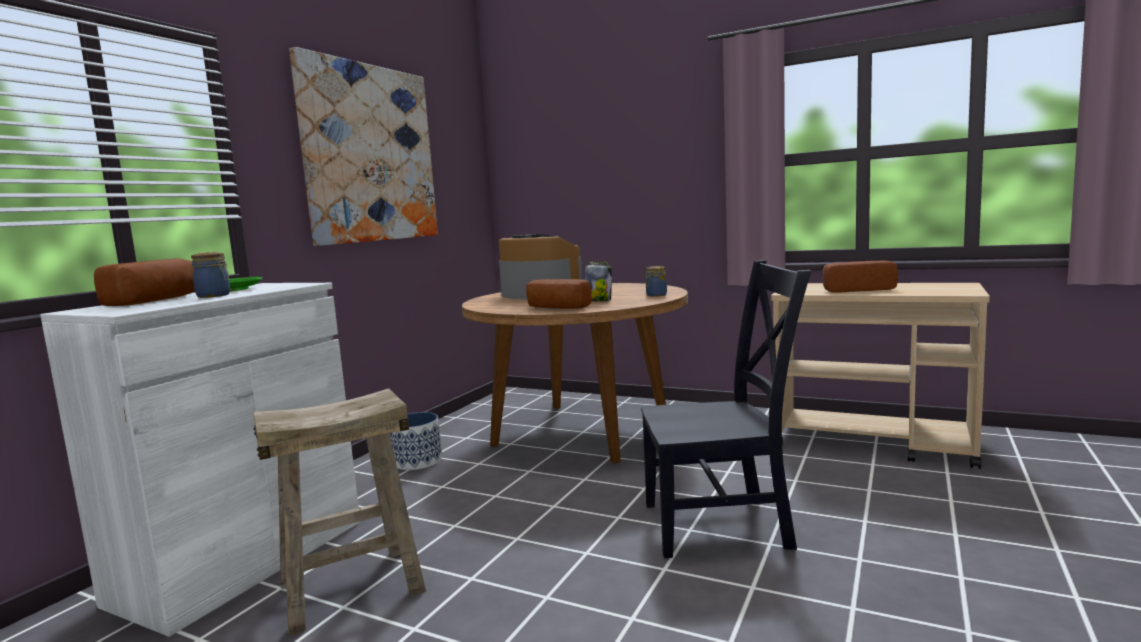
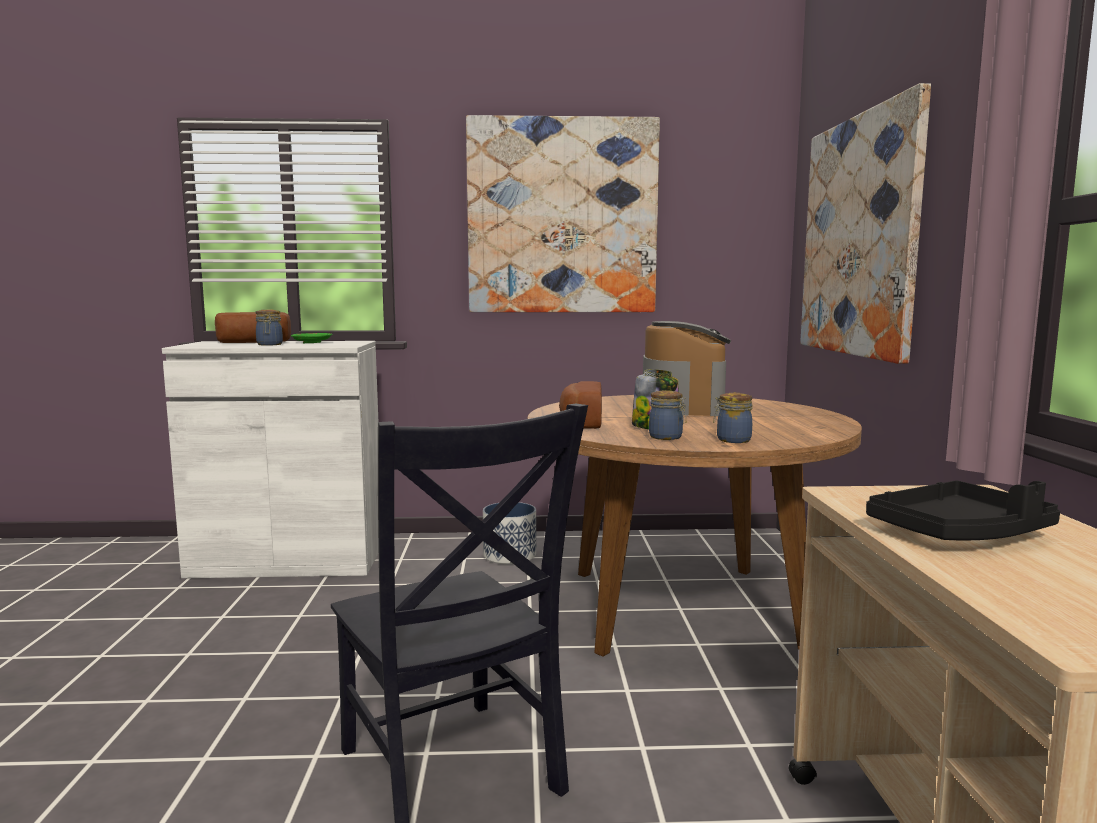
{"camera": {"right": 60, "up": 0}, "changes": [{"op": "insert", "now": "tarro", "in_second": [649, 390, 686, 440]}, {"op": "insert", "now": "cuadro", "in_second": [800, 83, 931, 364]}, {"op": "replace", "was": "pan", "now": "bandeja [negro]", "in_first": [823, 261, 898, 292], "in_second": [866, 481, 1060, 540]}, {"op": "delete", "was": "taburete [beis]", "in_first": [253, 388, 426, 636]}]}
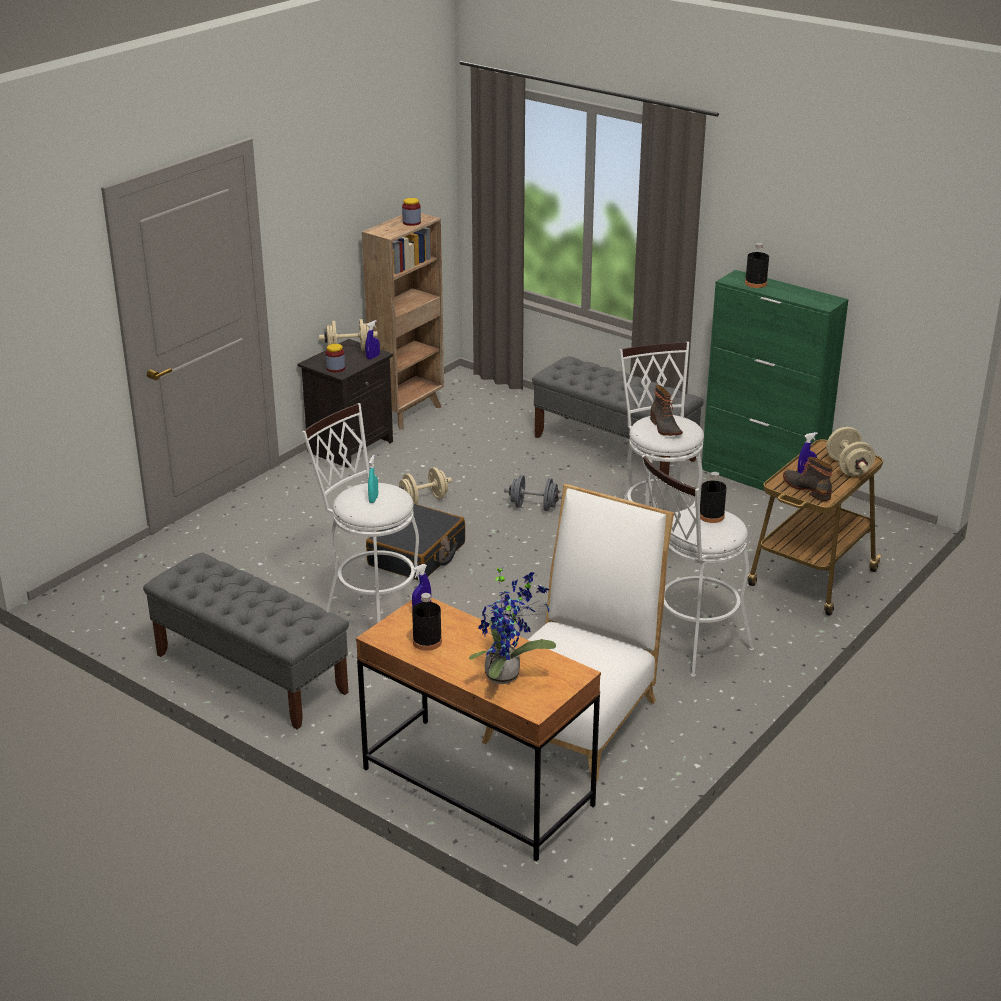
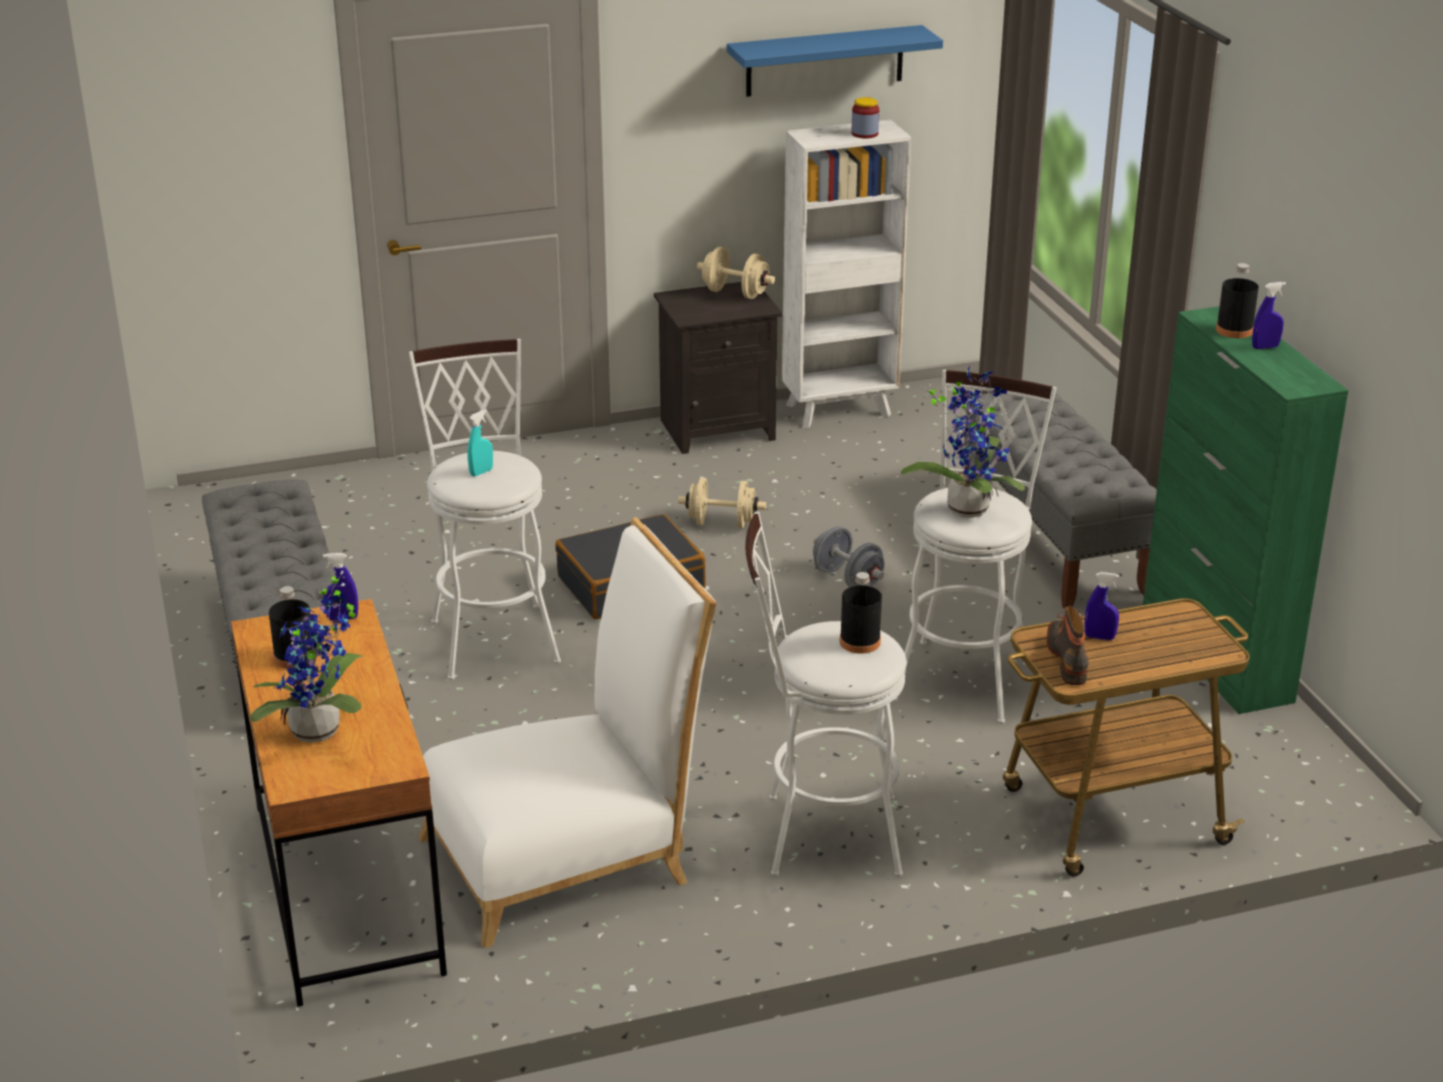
{"camera": {"right": 35, "up": 0}, "changes": [{"op": "insert", "now": "estante [azul]", "in_second": [727, 25, 943, 97]}, {"op": "recolor", "was": "estantería [marrón]", "now": "estantería [blanco]", "in_first": [362, 213, 444, 430], "in_second": [782, 120, 912, 429]}, {"op": "replace", "was": "bota", "now": "planta en maceta", "in_first": [650, 385, 683, 436], "in_second": [901, 366, 1025, 518]}, {"op": "move", "was": "pulverizador [azul]", "in_first": [366, 320, 380, 360], "in_second": [1252, 282, 1286, 349]}, {"op": "delete", "was": "tarro", "in_first": [326, 344, 345, 372]}, {"op": "delete", "was": "mancuerna [beis]", "in_first": [826, 427, 875, 476]}]}
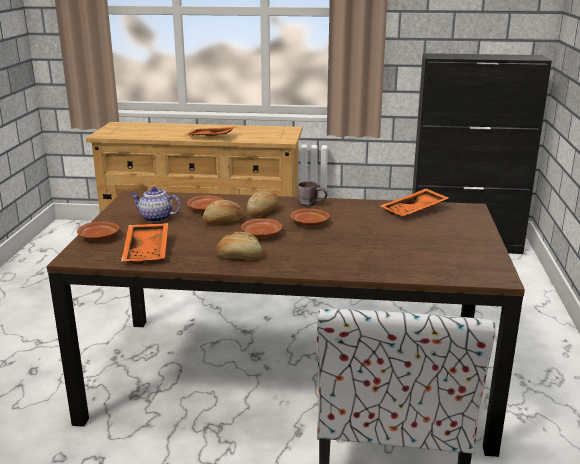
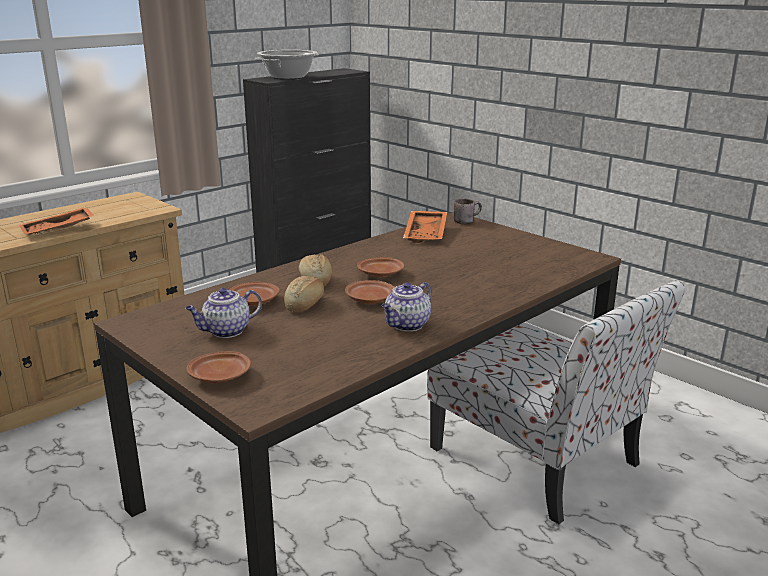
{"camera": {"right": -50, "up": 0}, "changes": [{"op": "insert", "now": "olla", "in_second": [255, 50, 319, 79]}, {"op": "replace", "was": "pan", "now": "tetera", "in_first": [215, 232, 263, 260], "in_second": [382, 282, 432, 331]}, {"op": "move", "was": "taza grande [marrón]", "in_first": [298, 181, 328, 206], "in_second": [454, 198, 482, 224]}, {"op": "delete", "was": "bandeja [naranja]", "in_first": [121, 223, 168, 264]}]}
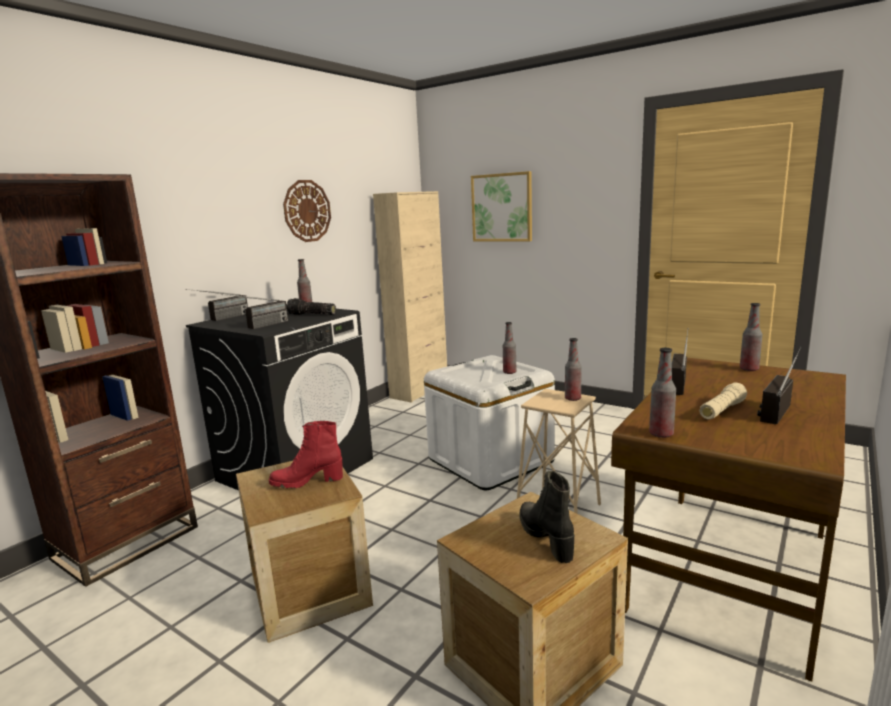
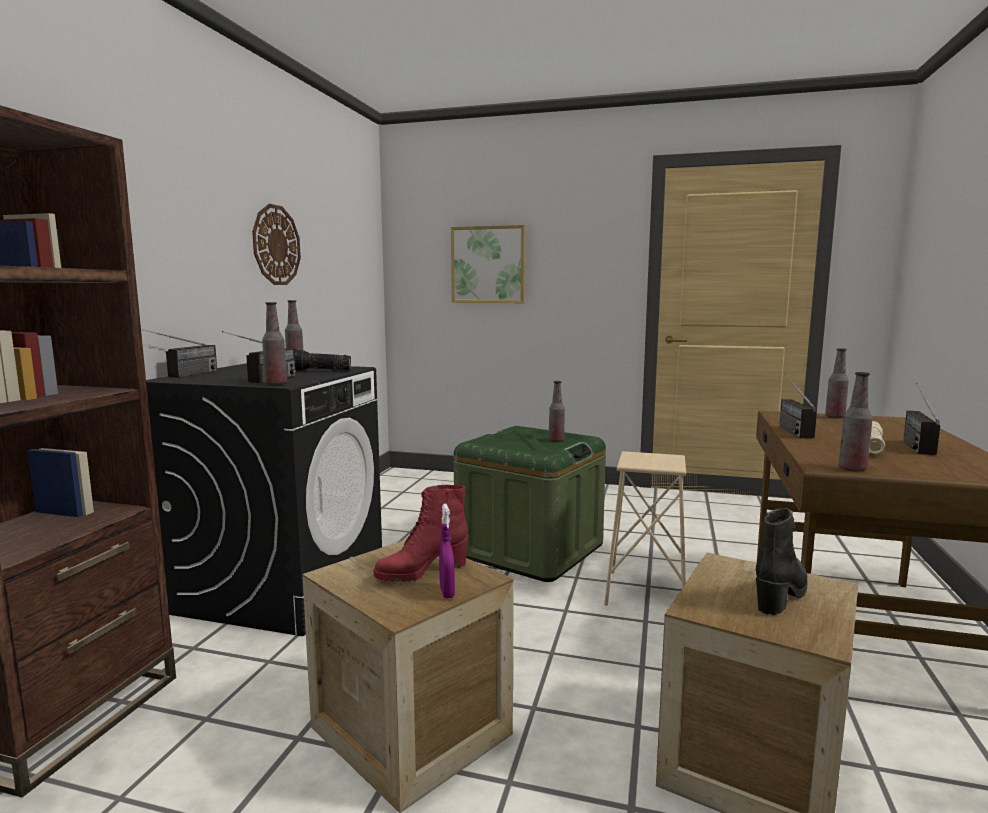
{"camera": {"right": -20, "up": -5}, "changes": [{"op": "move", "was": "botella", "in_first": [565, 338, 581, 401], "in_second": [262, 302, 287, 386]}, {"op": "insert", "now": "pulverizador [morado]", "in_second": [439, 504, 455, 598]}, {"op": "recolor", "was": "caja de almacenaje [blanco]", "now": "caja de almacenaje [verde]", "in_first": [424, 355, 555, 490], "in_second": [454, 426, 606, 582]}, {"op": "rotate", "was": "bota [negro]", "in_first": [520, 471, 574, 563], "in_second": [756, 508, 808, 615], "clockwise": 75}, {"op": "delete", "was": "armario [beis]", "in_first": [373, 191, 447, 403]}]}
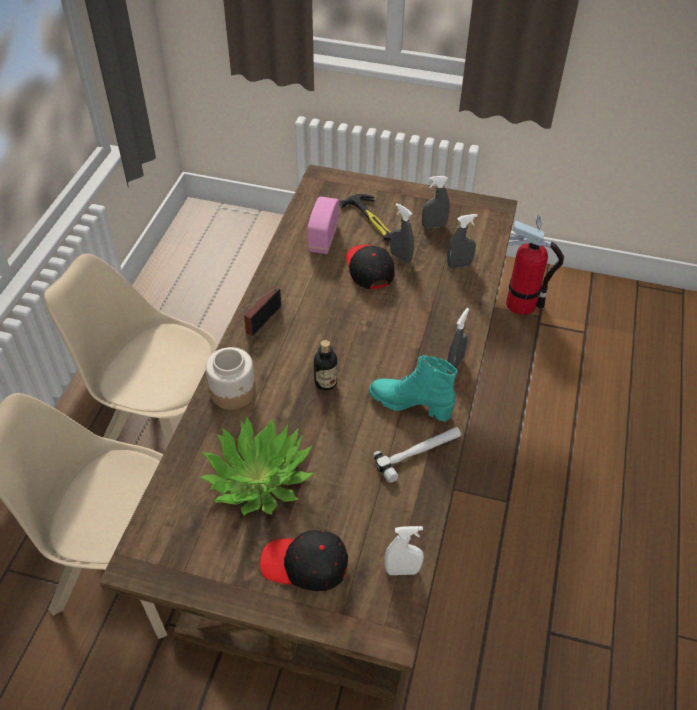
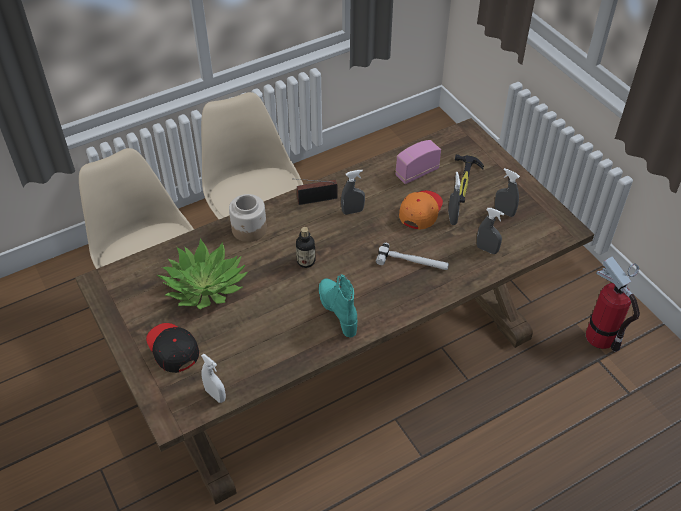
{"camera": {"right": 45, "up": 0}, "changes": [{"op": "move", "was": "pulverizador [gris]", "in_first": [447, 308, 469, 369], "in_second": [341, 170, 365, 215]}, {"op": "move", "was": "martillo", "in_first": [373, 427, 462, 483], "in_second": [376, 242, 449, 270]}, {"op": "recolor", "was": "gorra [negro]", "now": "gorra [naranja]", "in_first": [346, 245, 395, 289], "in_second": [399, 190, 443, 229]}]}
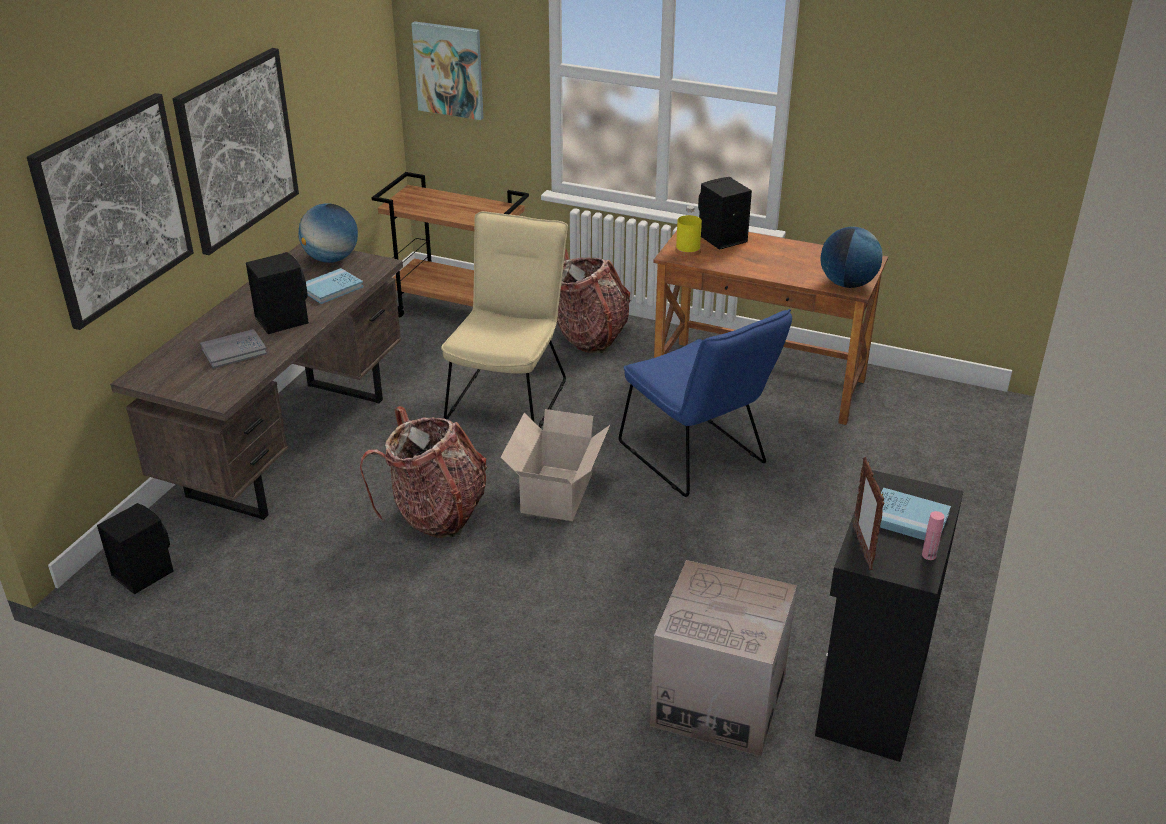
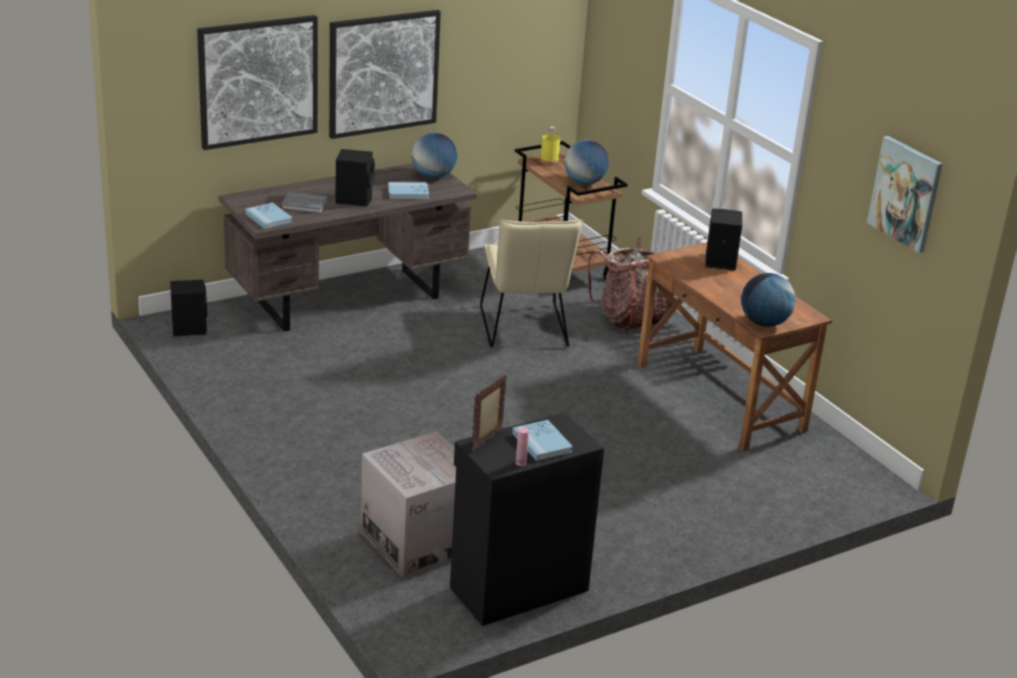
{"camera": {"right": 35, "up": -5}, "changes": [{"op": "insert", "now": "libro [azul]", "in_second": [245, 203, 293, 229]}, {"op": "rotate", "was": "silla [beis]", "in_first": [441, 211, 568, 428], "in_second": [480, 220, 583, 347], "clockwise": 120}, {"op": "move", "was": "botella [amarillo]", "in_first": [676, 205, 702, 257], "in_second": [540, 126, 560, 165]}, {"op": "insert", "now": "globo terráqueo", "in_second": [563, 140, 609, 185]}, {"op": "move", "was": "cuadro", "in_first": [411, 21, 484, 120], "in_second": [867, 136, 942, 253]}, {"op": "delete", "was": "mochila", "in_first": [360, 406, 487, 538]}, {"op": "delete", "was": "caja de cartón", "in_first": [500, 409, 610, 521]}, {"op": "delete", "was": "silla [azul]", "in_first": [619, 309, 792, 497]}]}
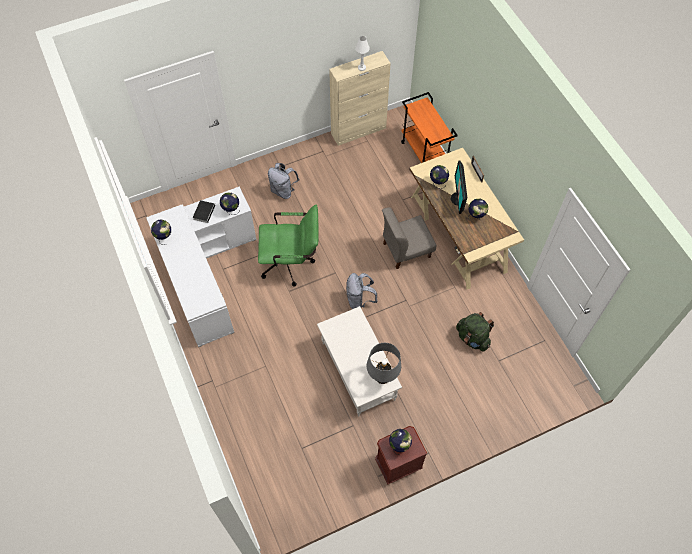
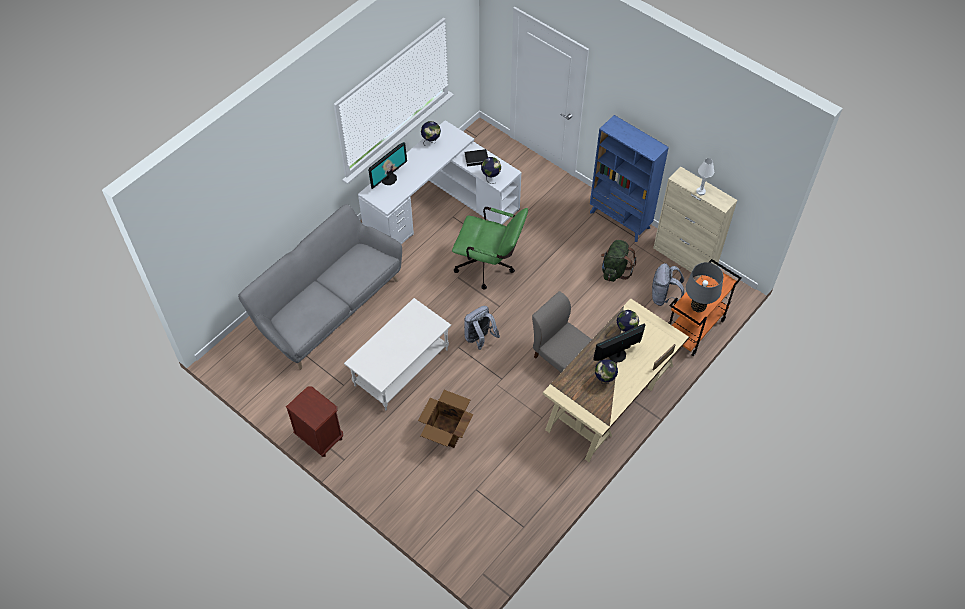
{"camera": {"right": 65, "up": -5}, "changes": [{"op": "insert", "now": "sofá [gris]", "in_second": [238, 204, 402, 370]}, {"op": "insert", "now": "monitor", "in_second": [368, 142, 407, 189]}, {"op": "insert", "now": "caja de cartón", "in_second": [418, 390, 473, 448]}, {"op": "rotate", "was": "silla de oficina [verde]", "in_first": [258, 204, 319, 286], "in_second": [452, 207, 528, 290], "clockwise": -45}, {"op": "insert", "now": "estantería [azul]", "in_second": [590, 115, 669, 242]}, {"op": "move", "was": "mochila [verde]", "in_first": [456, 312, 494, 352], "in_second": [601, 240, 636, 282]}, {"op": "move", "was": "mochila [gris]", "in_first": [268, 163, 299, 199], "in_second": [652, 263, 684, 306]}, {"op": "move", "was": "lámpara de mesa [gris]", "in_first": [367, 343, 401, 384], "in_second": [686, 262, 723, 313]}, {"op": "delete", "was": "globo terráqueo", "in_first": [389, 429, 412, 455]}]}
